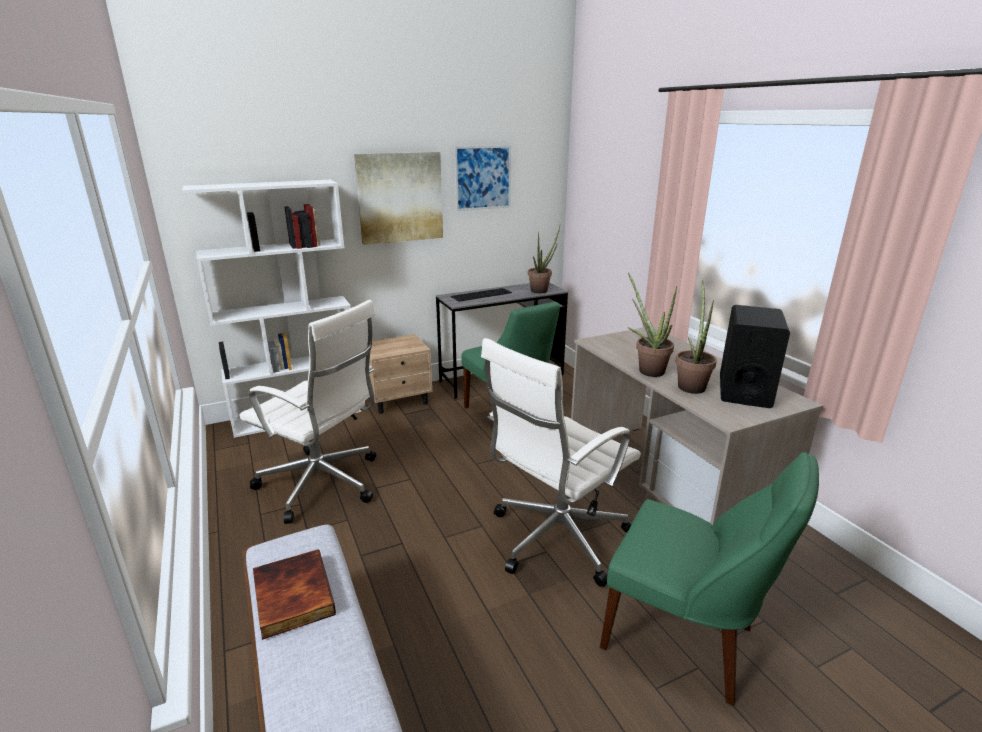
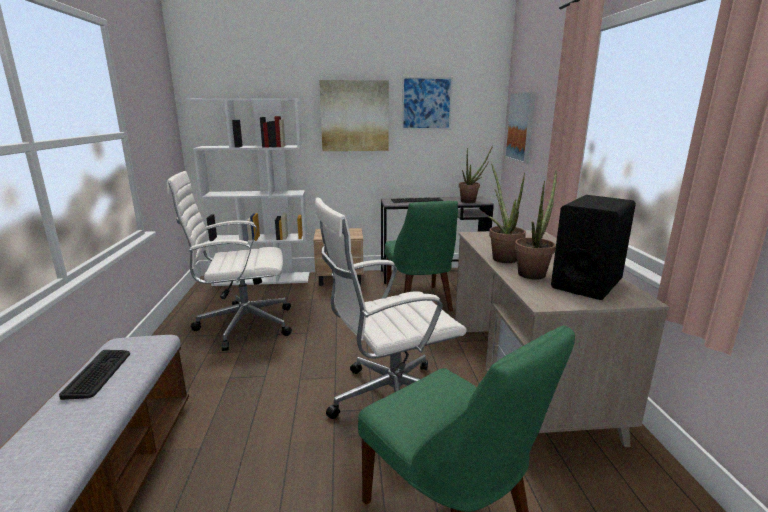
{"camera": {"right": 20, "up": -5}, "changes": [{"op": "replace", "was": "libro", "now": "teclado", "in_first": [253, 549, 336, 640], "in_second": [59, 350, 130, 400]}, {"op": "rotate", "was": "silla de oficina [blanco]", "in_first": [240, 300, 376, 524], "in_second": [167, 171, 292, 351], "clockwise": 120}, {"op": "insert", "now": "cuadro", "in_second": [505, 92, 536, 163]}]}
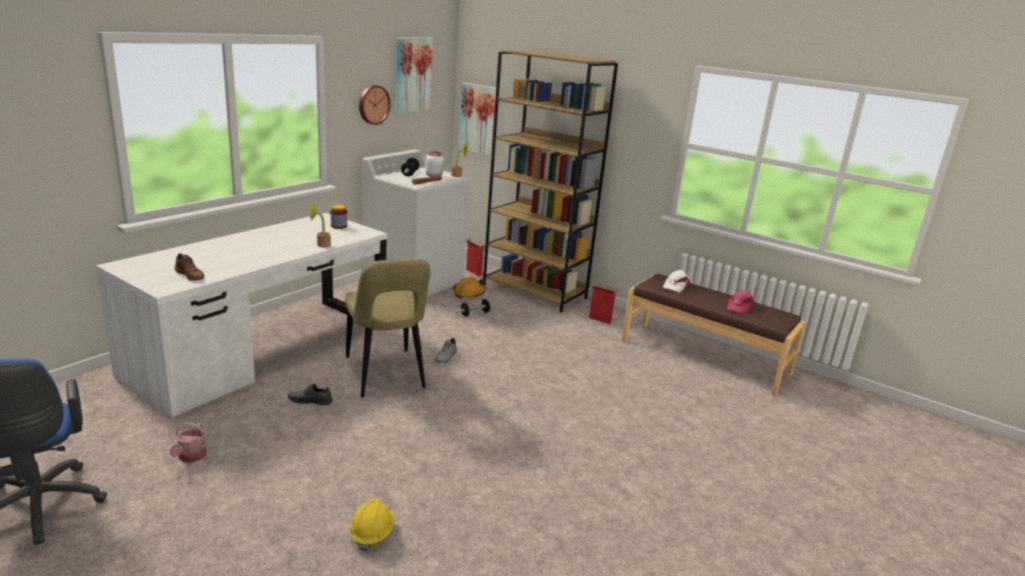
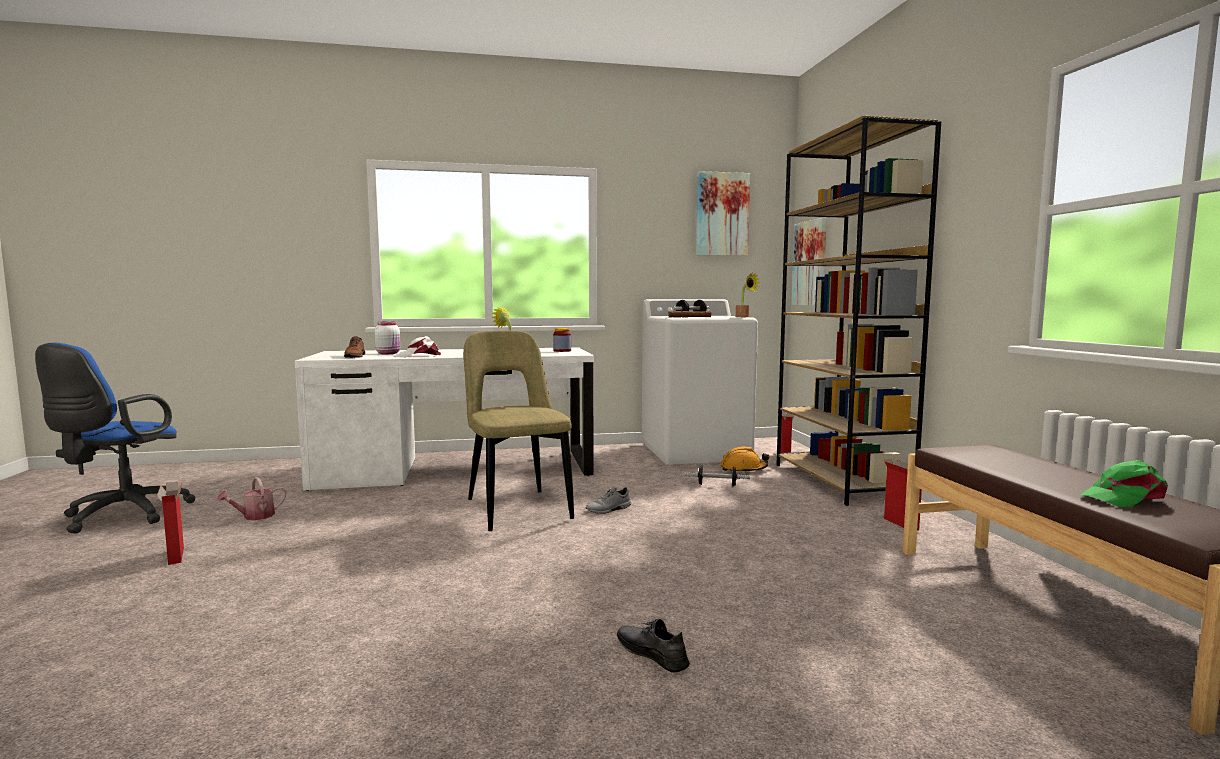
{"camera": {"right": 45, "up": -15}, "changes": [{"op": "insert", "now": "caja de cartón", "in_second": [157, 482, 184, 565]}, {"op": "move", "was": "tarro [blanco]", "in_first": [425, 151, 444, 177], "in_second": [375, 321, 400, 354]}, {"op": "move", "was": "gorra [blanco]", "in_first": [663, 270, 690, 292], "in_second": [395, 336, 441, 357]}, {"op": "rotate", "was": "silla [beis]", "in_first": [345, 258, 430, 397], "in_second": [463, 330, 574, 531], "clockwise": 135}, {"op": "move", "was": "zapato [gris]", "in_first": [288, 384, 333, 405], "in_second": [617, 619, 690, 673]}, {"op": "recolor", "was": "gorra [rosa]", "now": "gorra [verde]", "in_first": [727, 290, 755, 314], "in_second": [1079, 460, 1168, 507]}, {"op": "delete", "was": "casco [amarillo]", "in_first": [350, 498, 394, 552]}, {"op": "delete", "was": "reloj de pared", "in_first": [359, 85, 391, 125]}]}
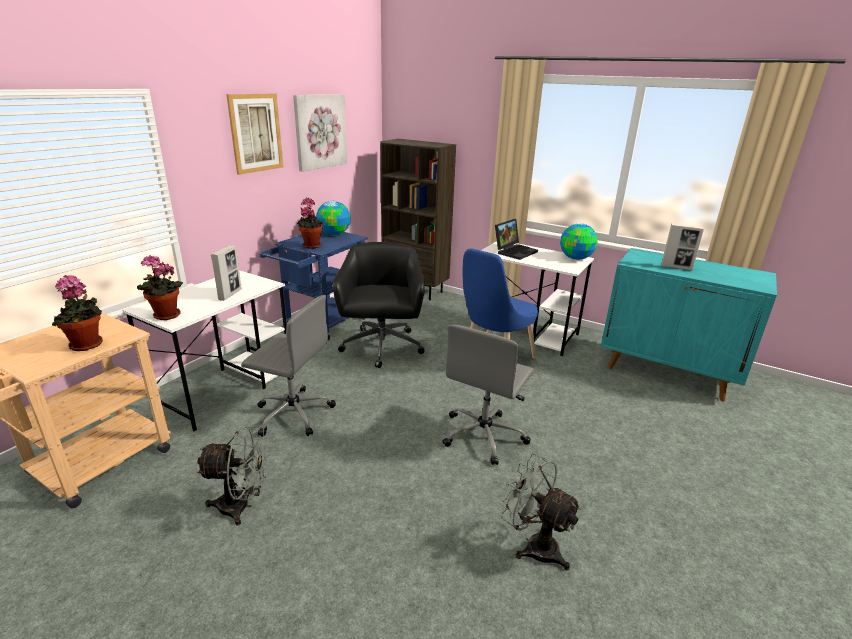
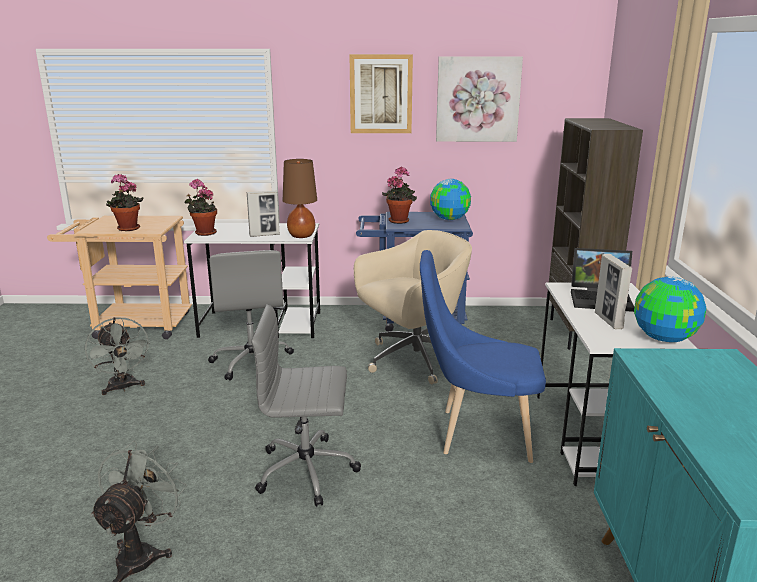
{"camera": {"right": 60, "up": -5}, "changes": [{"op": "insert", "now": "lámpara de mesa [marrón]", "in_second": [283, 159, 317, 238]}, {"op": "recolor", "was": "silla de oficina [negro]", "now": "silla de oficina [beis]", "in_first": [333, 242, 425, 368], "in_second": [354, 230, 472, 385]}, {"op": "move", "was": "portarretratos", "in_first": [661, 223, 704, 271], "in_second": [595, 254, 632, 329]}]}
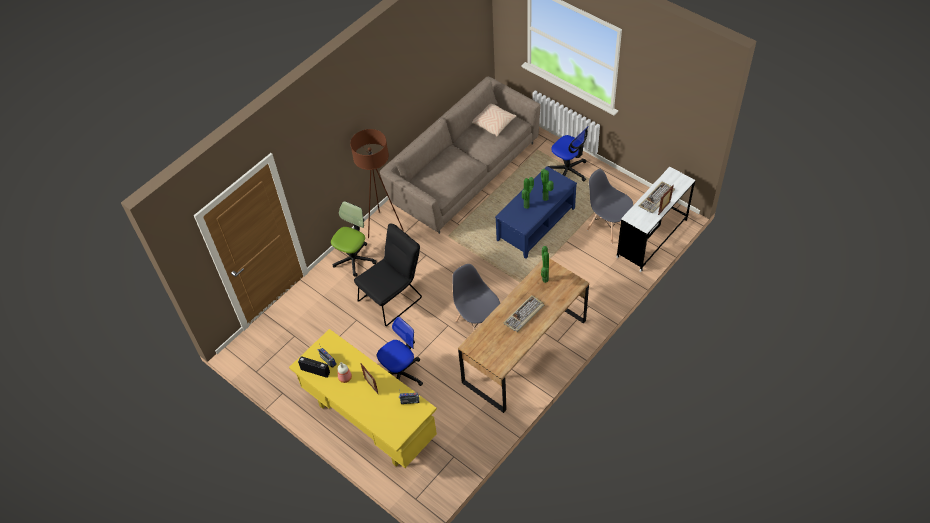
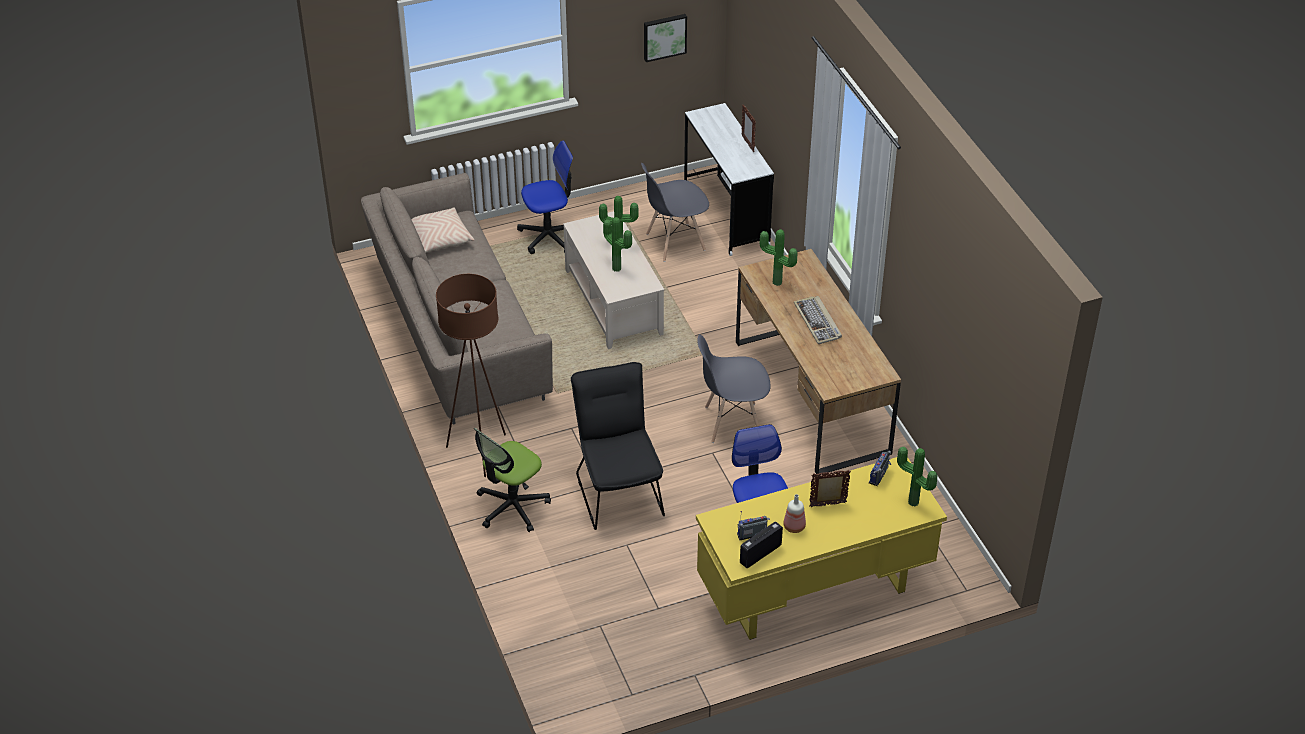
{"camera": {"right": -65, "up": -10}, "changes": [{"op": "rotate", "was": "silla de oficina", "in_first": [331, 201, 377, 277], "in_second": [474, 428, 551, 532], "clockwise": -105}, {"op": "recolor", "was": "mesa de centro [azul]", "now": "mesa de centro [beis]", "in_first": [495, 166, 577, 259], "in_second": [563, 211, 664, 349]}, {"op": "insert", "now": "cuadro", "in_second": [644, 14, 687, 62]}, {"op": "insert", "now": "planta en maceta", "in_second": [897, 447, 937, 507]}, {"op": "delete", "was": "teclado", "in_first": [639, 181, 675, 213]}]}
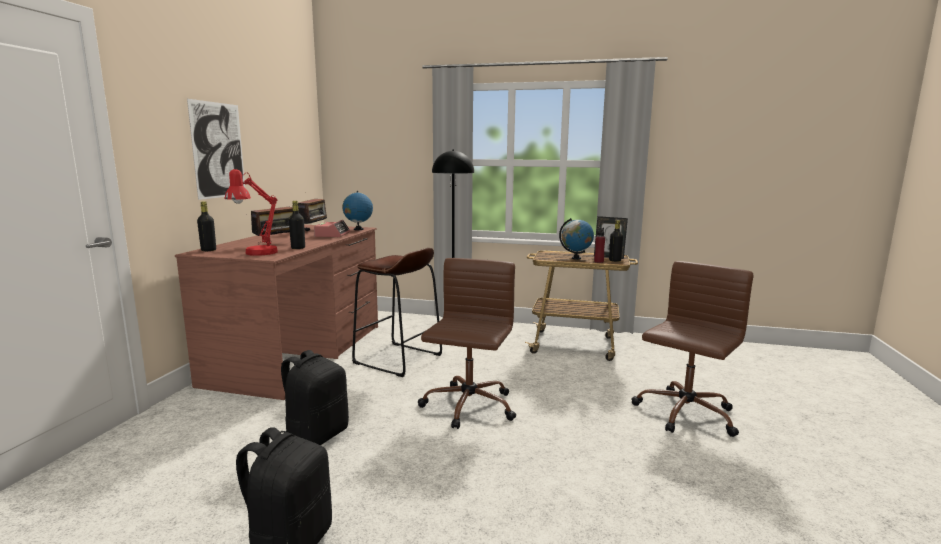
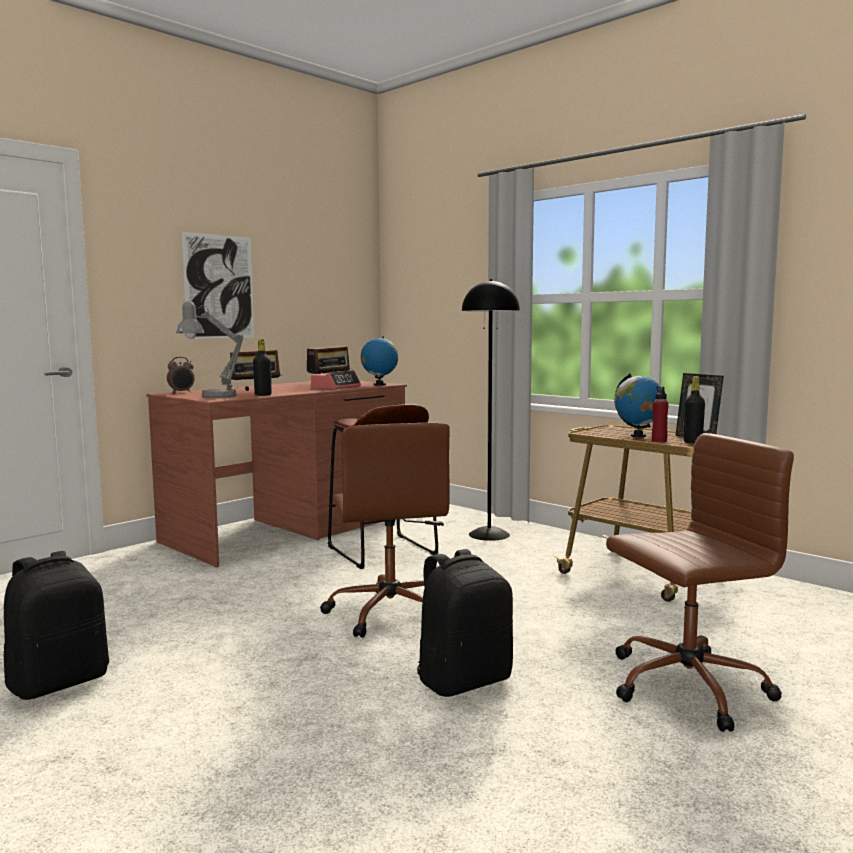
{"camera": {"right": 30, "up": -5}, "changes": [{"op": "replace", "was": "botella [negro]", "now": "despertador", "in_first": [197, 201, 216, 251], "in_second": [167, 357, 194, 393]}, {"op": "recolor", "was": "lámpara de mesa [rojo]", "now": "lámpara de mesa [gris]", "in_first": [224, 169, 278, 256], "in_second": [176, 301, 244, 398]}, {"op": "rotate", "was": "silla de oficina [marrón]", "in_first": [418, 258, 516, 429], "in_second": [320, 423, 450, 638], "clockwise": 120}, {"op": "move", "was": "mochila [negro]", "in_first": [280, 350, 349, 445], "in_second": [417, 549, 513, 697]}]}
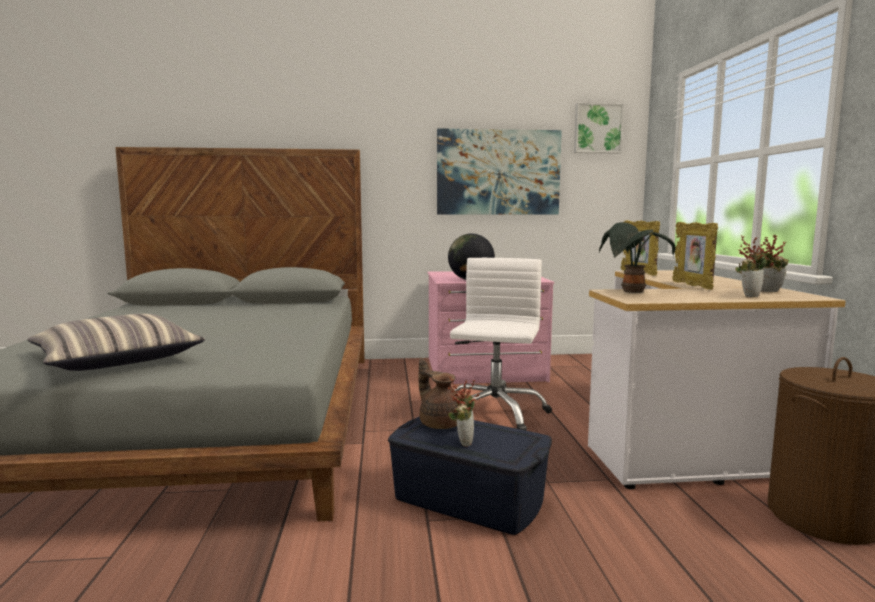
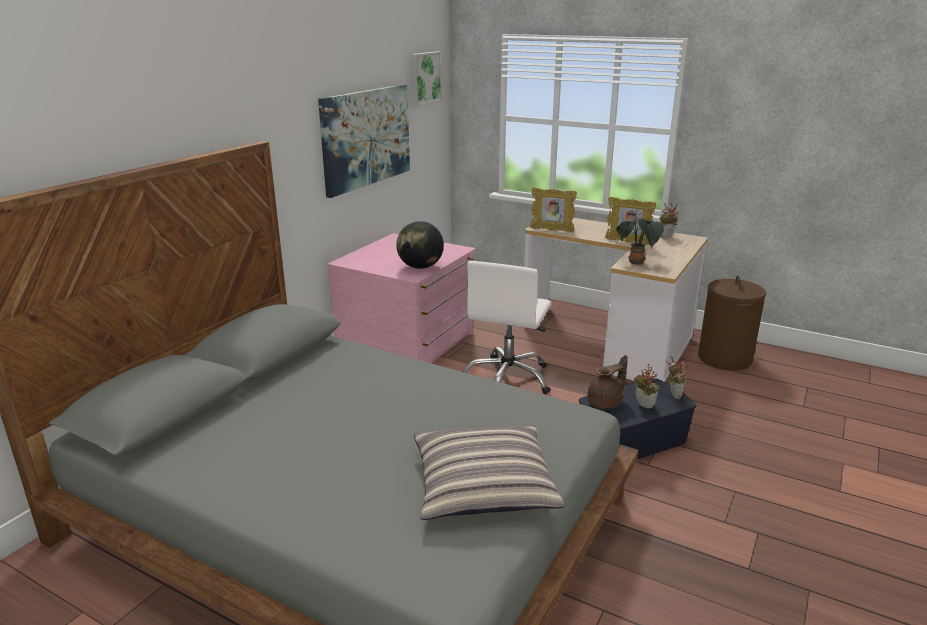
{"camera": {"right": -55, "up": 15}, "changes": [{"op": "rotate", "was": "silla de oficina [blanco]", "in_first": [450, 258, 552, 431], "in_second": [461, 261, 551, 394], "clockwise": -120}, {"op": "rotate", "was": "tetera [marrón]", "in_first": [418, 358, 460, 429], "in_second": [587, 355, 628, 408], "clockwise": 150}, {"op": "move", "was": "planta en maceta", "in_first": [735, 235, 769, 297], "in_second": [666, 356, 689, 400]}]}
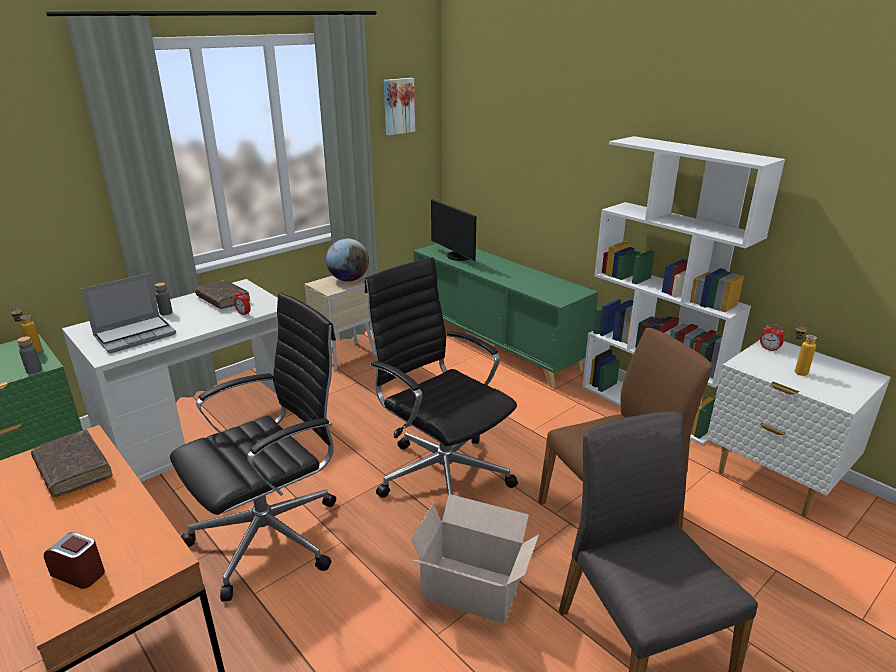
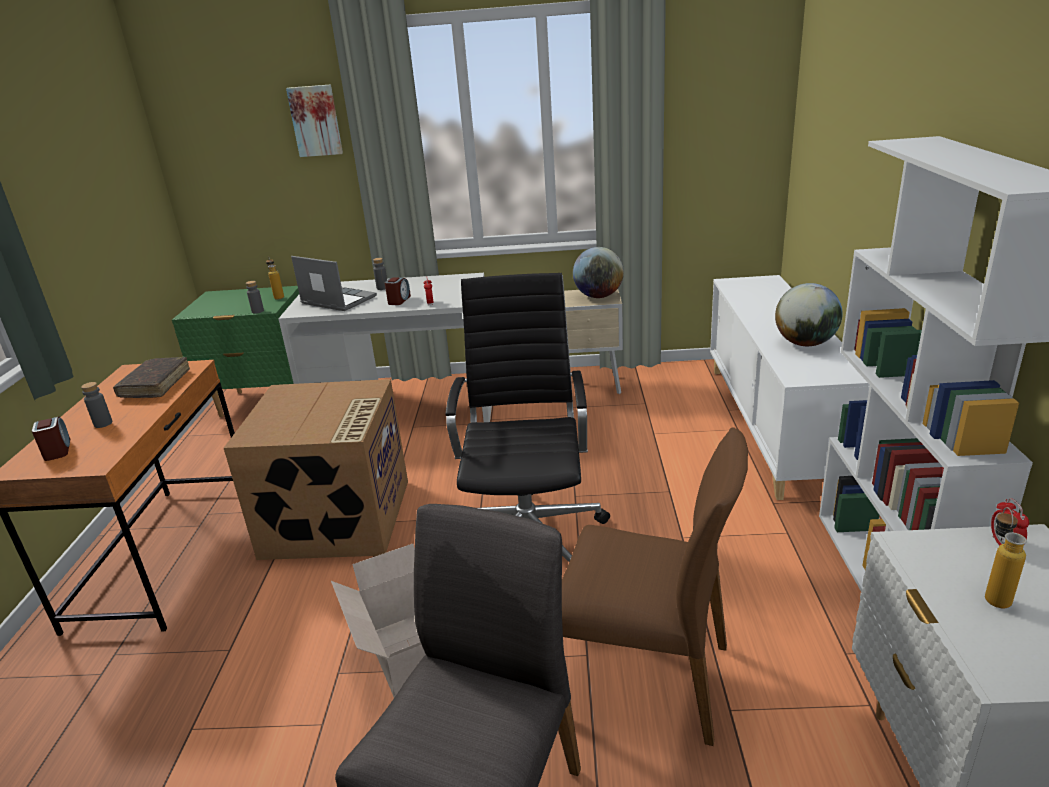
{"camera": {"right": 45, "up": 0}, "changes": [{"op": "insert", "now": "botella [gris]", "in_second": [81, 382, 112, 428]}, {"op": "replace", "was": "silla de oficina [negro]", "now": "caja de cartón", "in_first": [170, 293, 336, 602], "in_second": [224, 379, 408, 560]}, {"op": "move", "was": "cuadro", "in_first": [384, 78, 415, 135], "in_second": [286, 84, 343, 157]}, {"op": "rotate", "was": "portátil", "in_first": [81, 273, 176, 353], "in_second": [291, 256, 377, 311], "clockwise": -150}, {"op": "insert", "now": "despertador", "in_second": [385, 277, 411, 305]}, {"op": "recolor", "was": "armario [verde]", "now": "armario [blanco]", "in_first": [413, 244, 598, 387], "in_second": [710, 275, 870, 500]}, {"op": "insert", "now": "globo terráqueo", "in_second": [775, 283, 843, 346]}, {"op": "delete", "was": "libro [marrón]", "in_first": [195, 279, 250, 309]}, {"op": "delete", "was": "monitor", "in_first": [431, 199, 476, 261]}]}
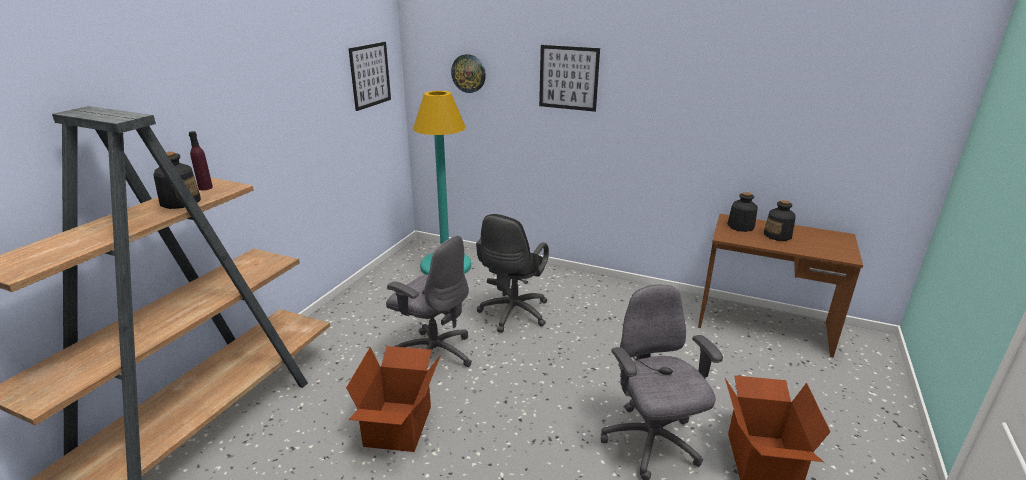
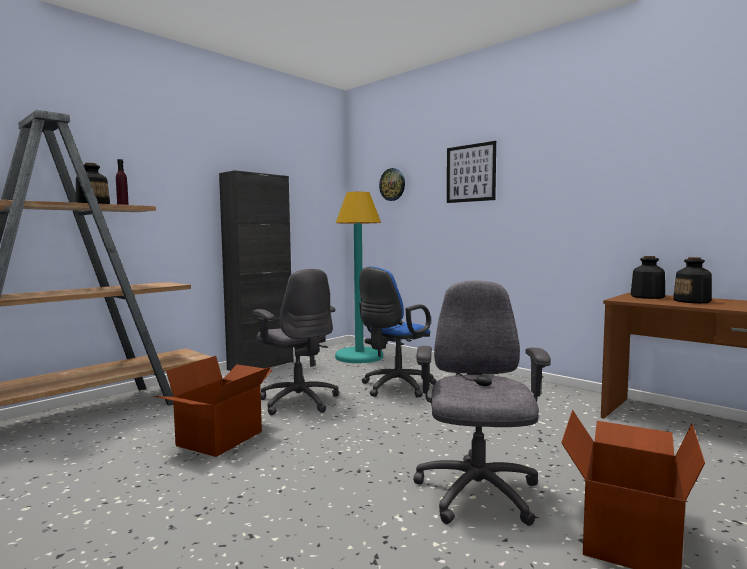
{"camera": {"right": 20, "up": -20}, "changes": [{"op": "insert", "now": "armario [negro]", "in_second": [219, 170, 293, 371]}, {"op": "recolor", "was": "silla de oficina [negro]", "now": "silla de oficina [azul]", "in_first": [476, 214, 549, 333], "in_second": [359, 266, 437, 398]}, {"op": "delete", "was": "cuadro", "in_first": [348, 42, 391, 111]}]}
